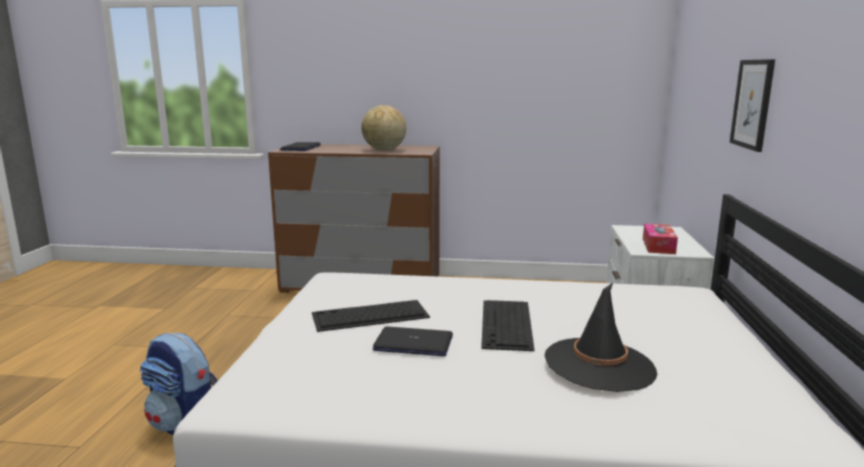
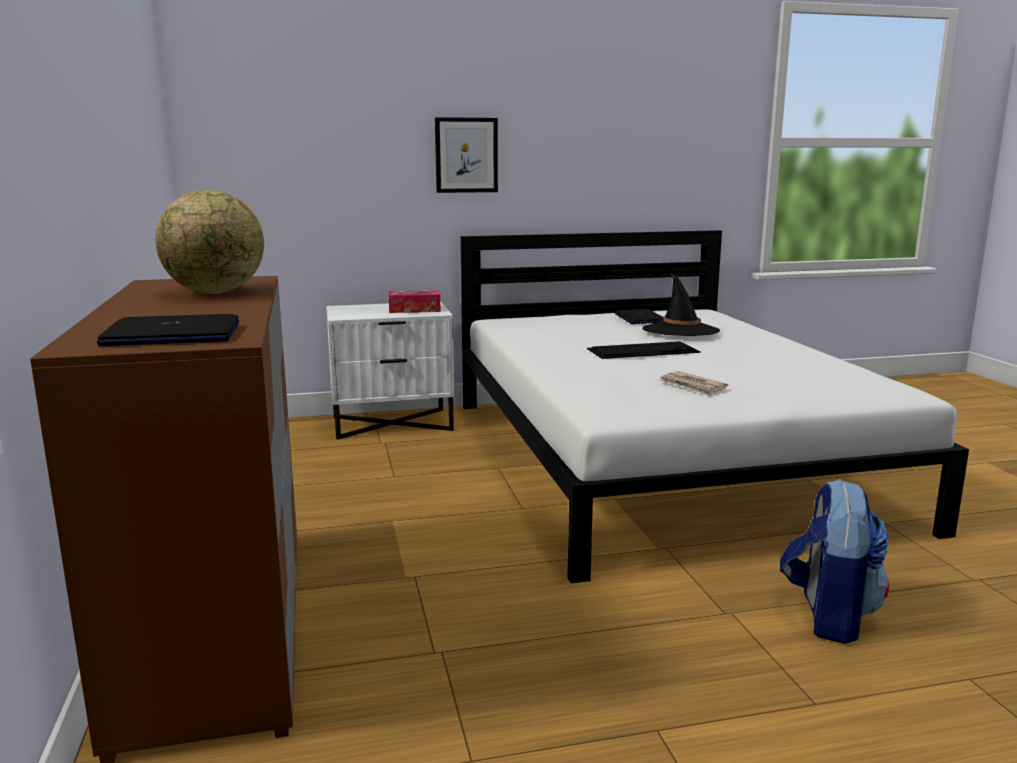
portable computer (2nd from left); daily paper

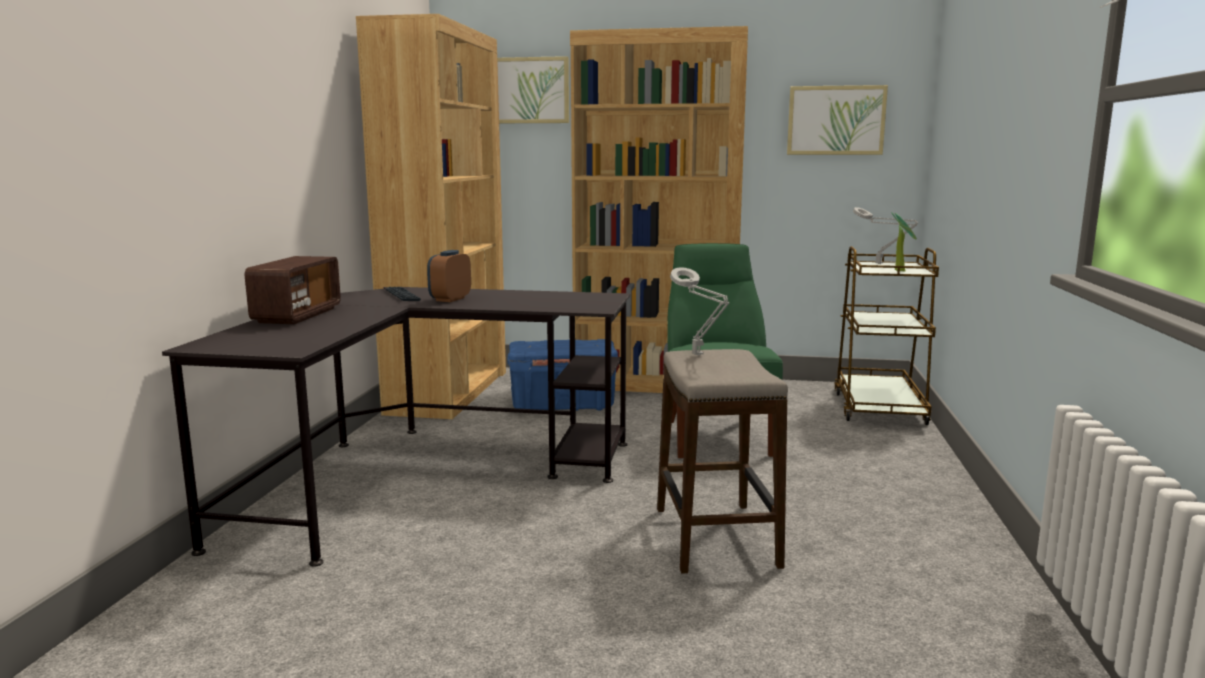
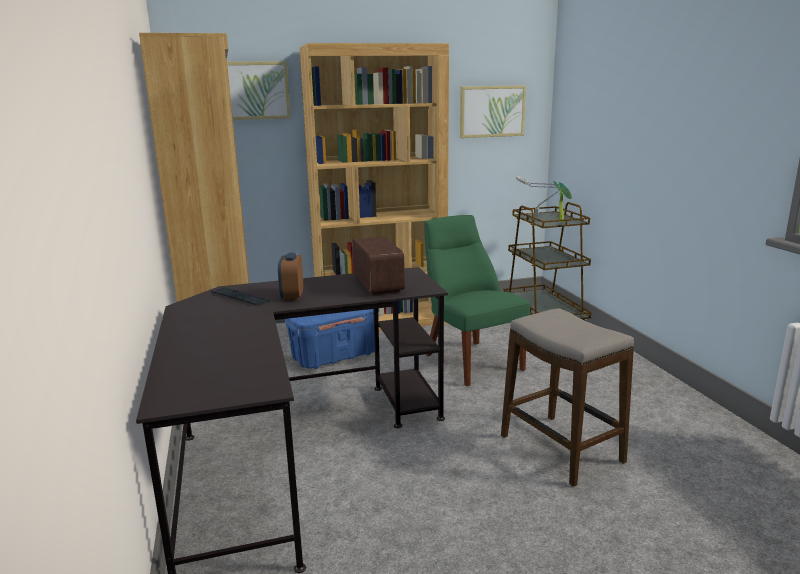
grey lamp for a table (1st from left in the first image); radio set

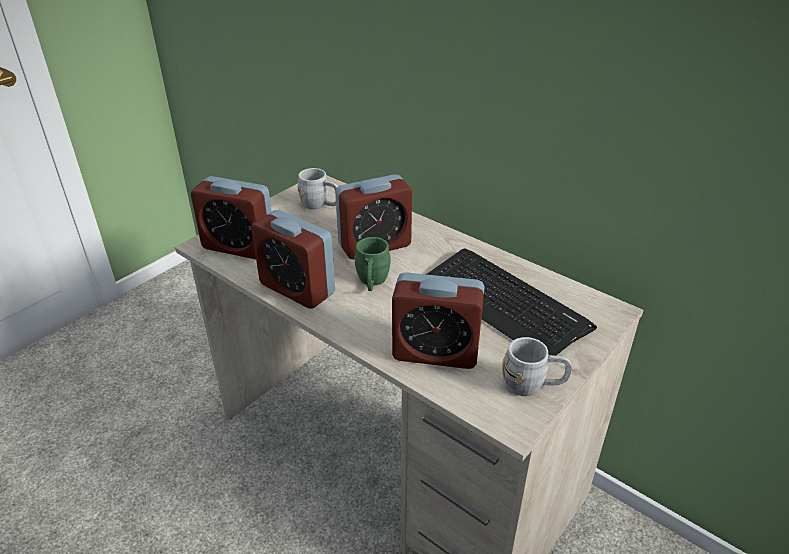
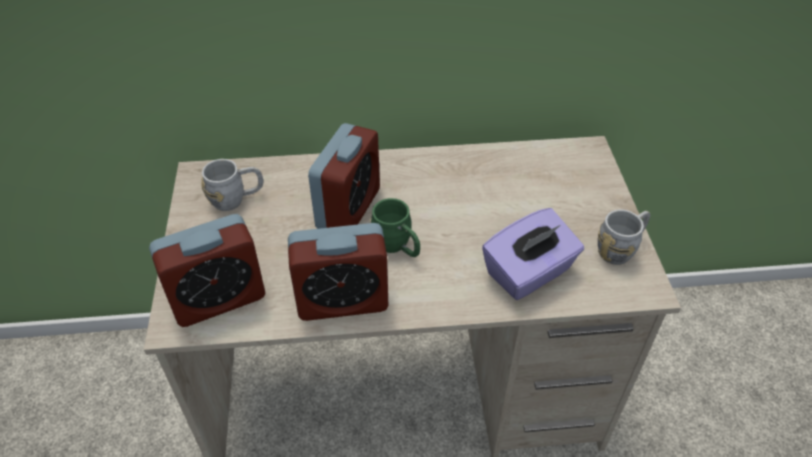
PC keyboard; purplish box of tissues

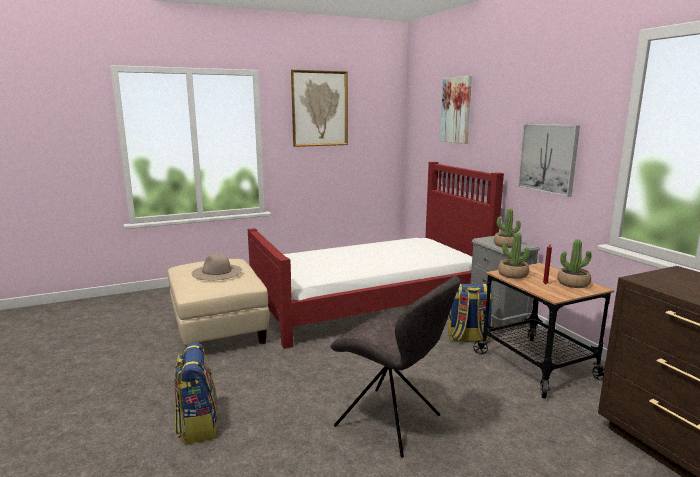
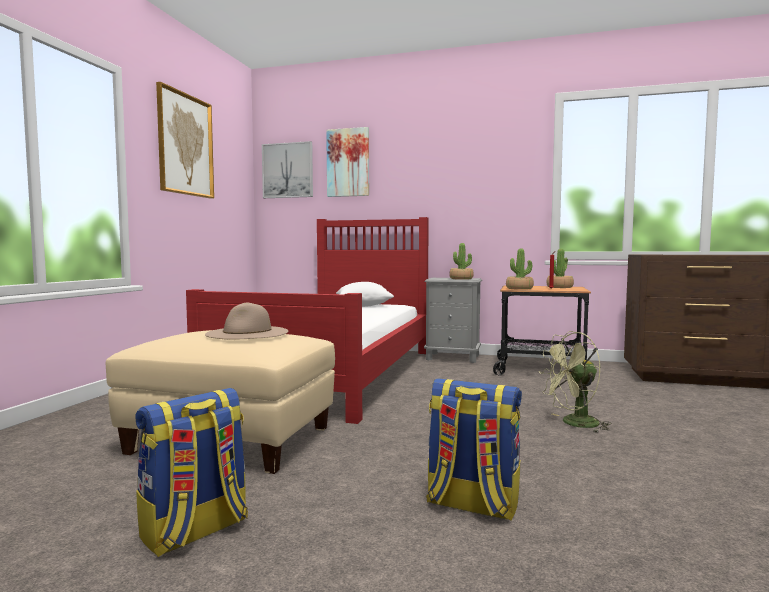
whitish pillow; backpack (1st from left); wall picture (2nd from left); green-coloured electric fan

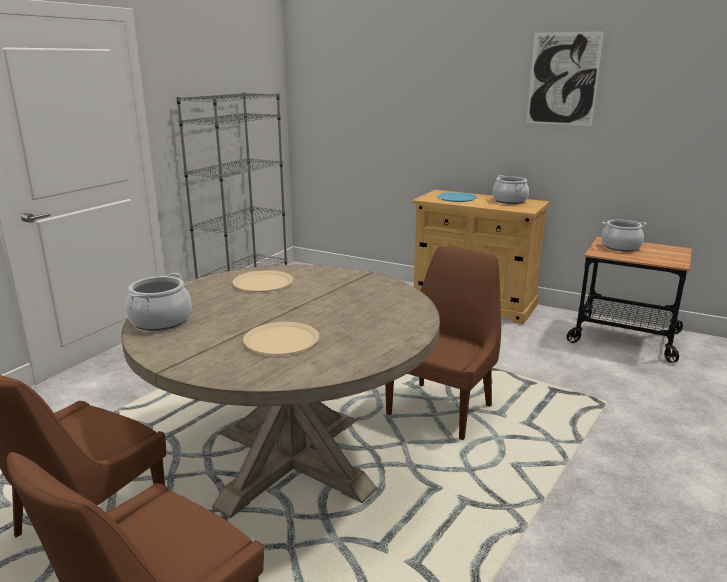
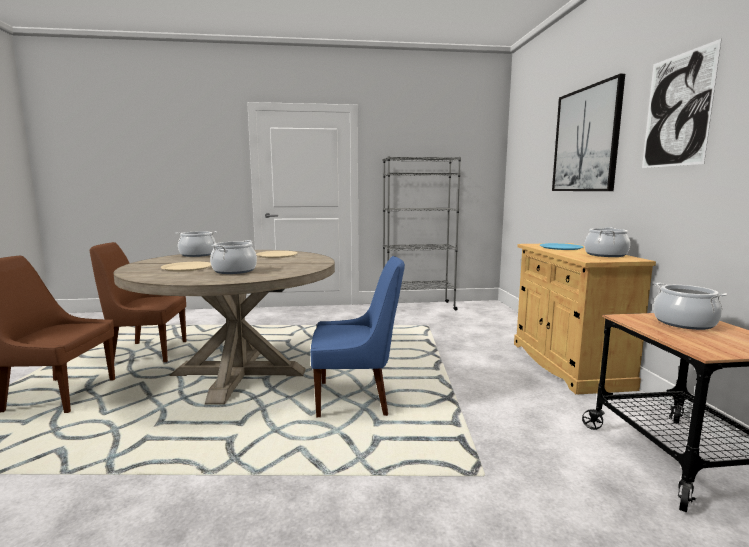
saucepot (2nd from left); wall picture (1st from left); bluish upright chair

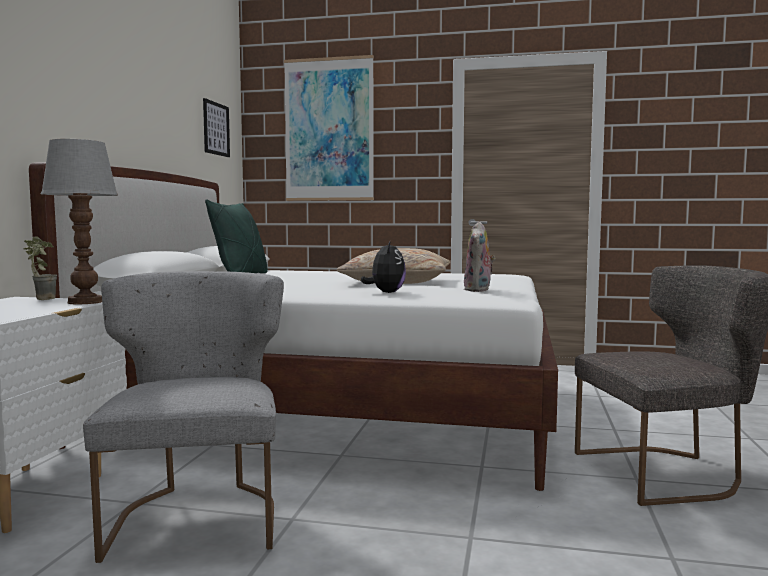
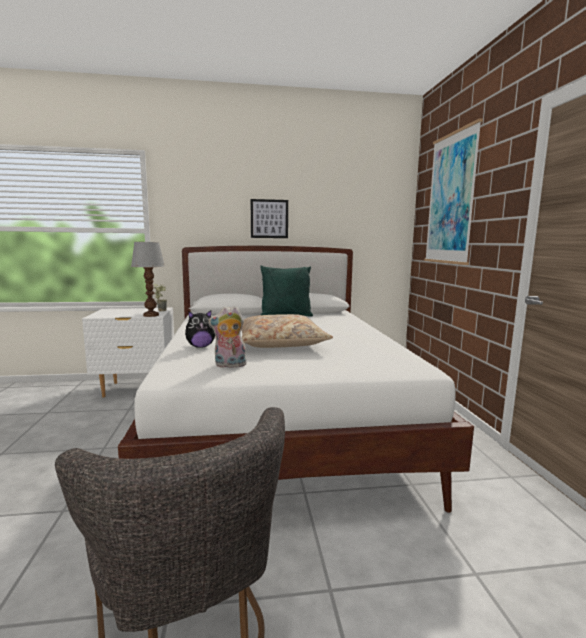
grey upright chair (1st from left in the first image); wall picture (1st from left)

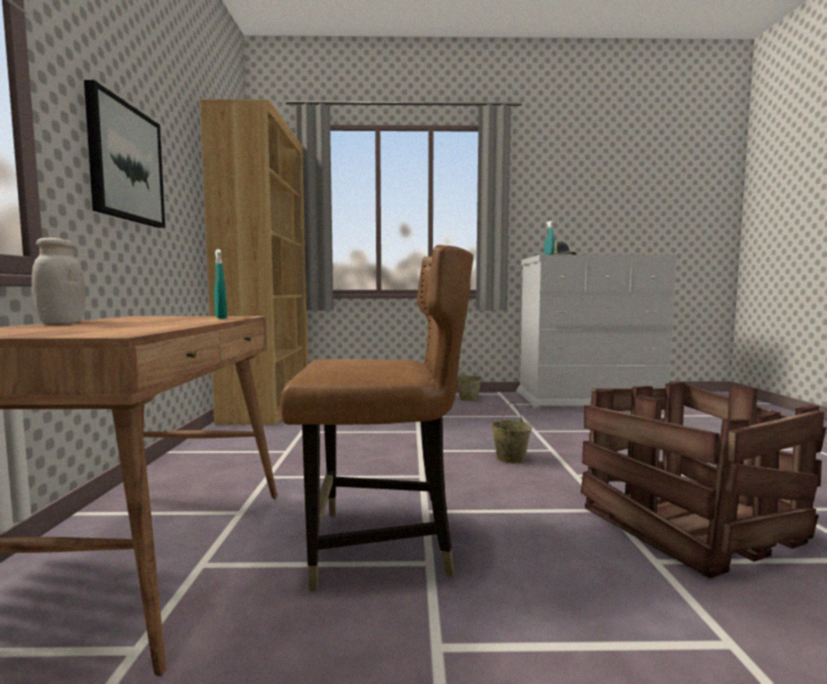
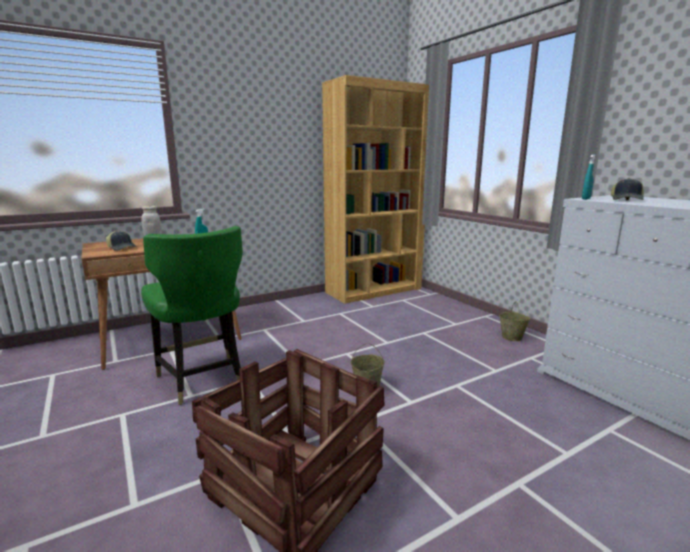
wall picture; peaked cap (1st from left); green-coloured upright chair

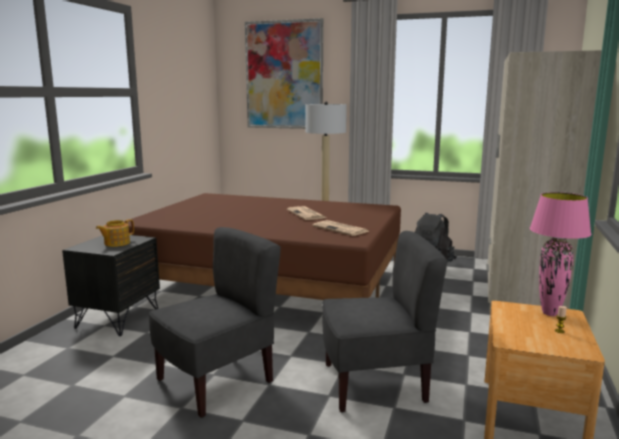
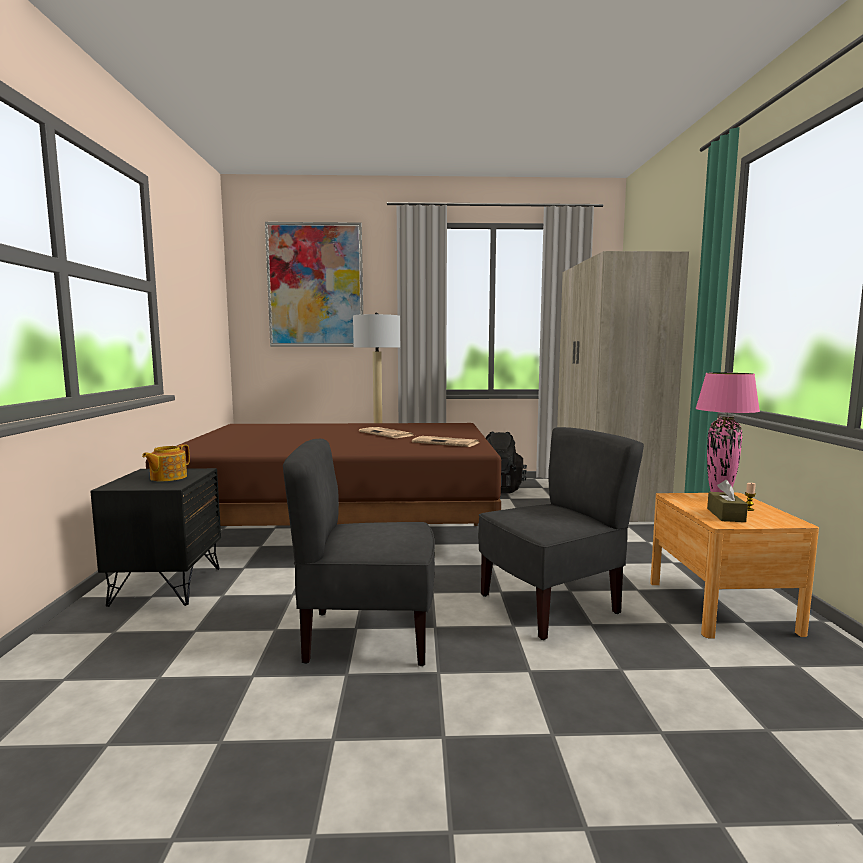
brownish box of tissues; grey upright chair (1st from left)

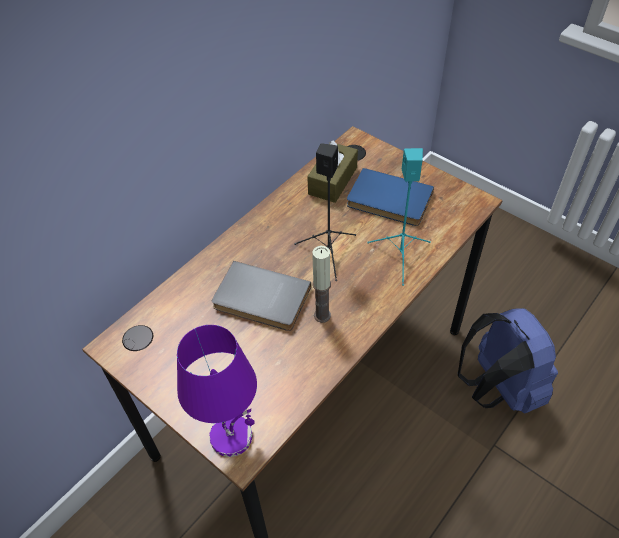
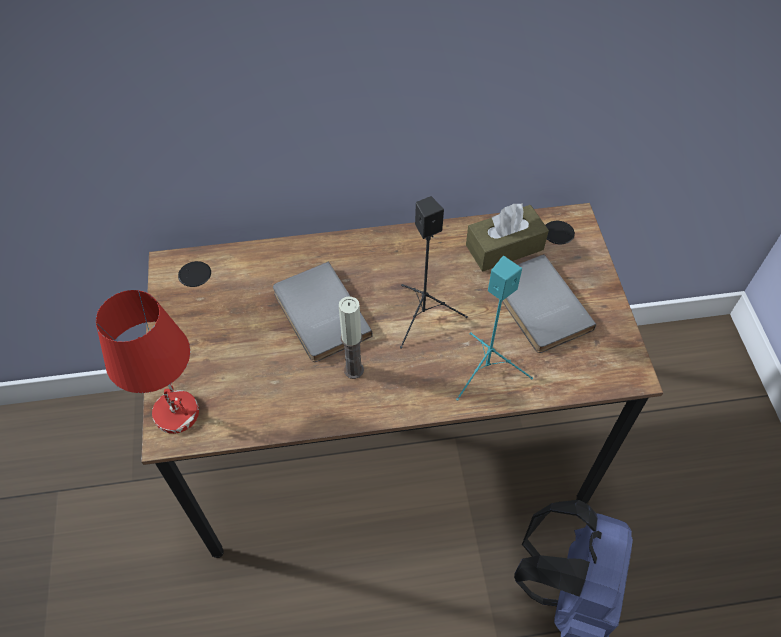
reddish lamp for a table; grey book (2nd from left)

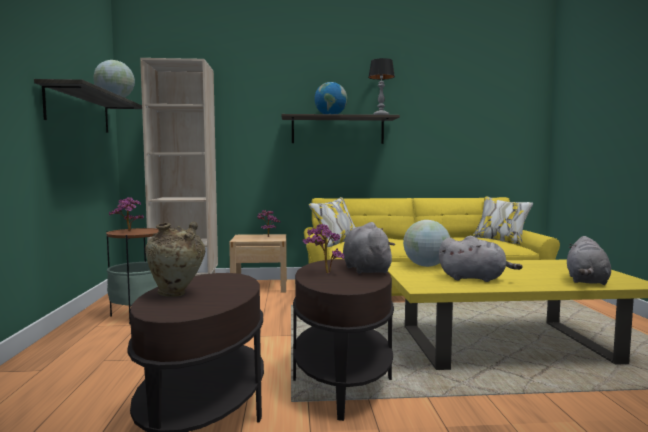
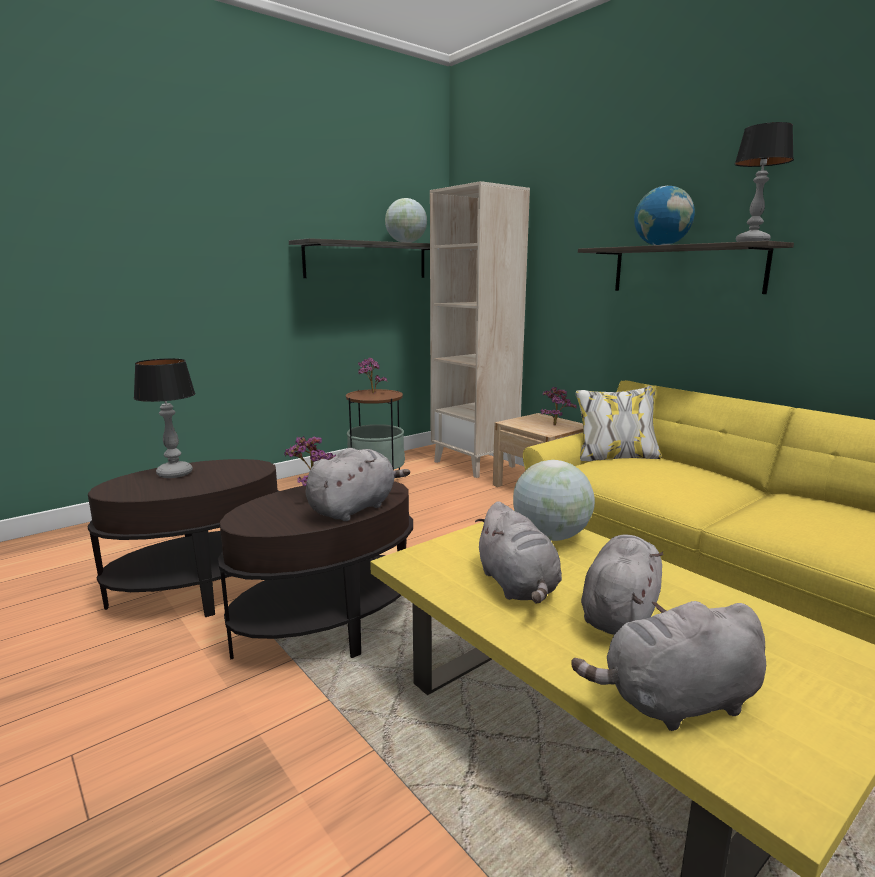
grey cuddly toy (3rd from left); lamp for a table (1st from left)

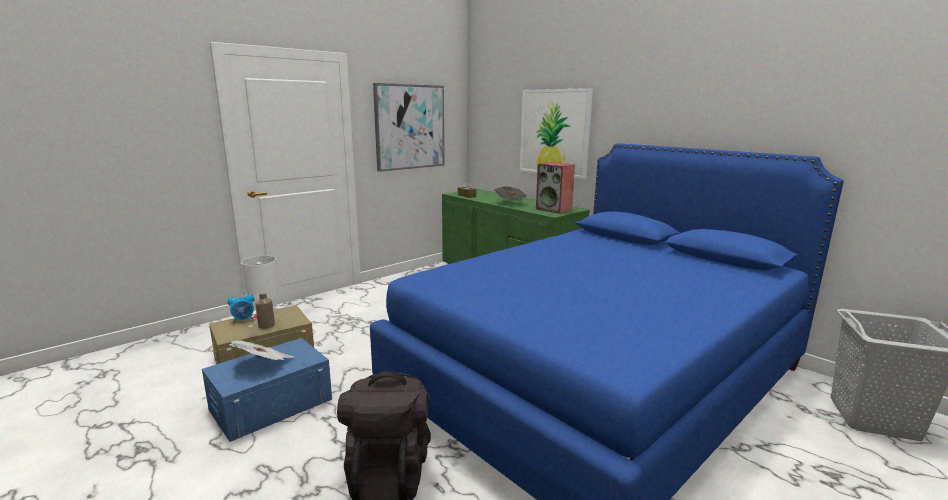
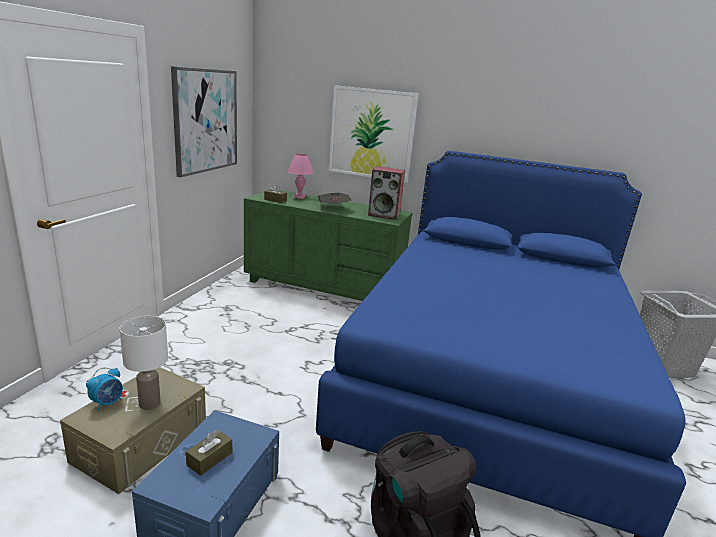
pink-coloured lamp for a table; brownish box of tissues (1st from left)

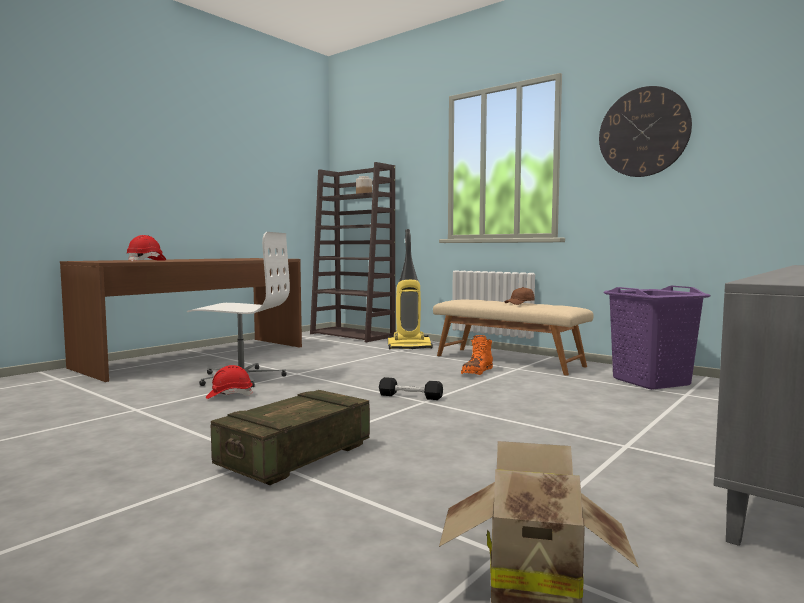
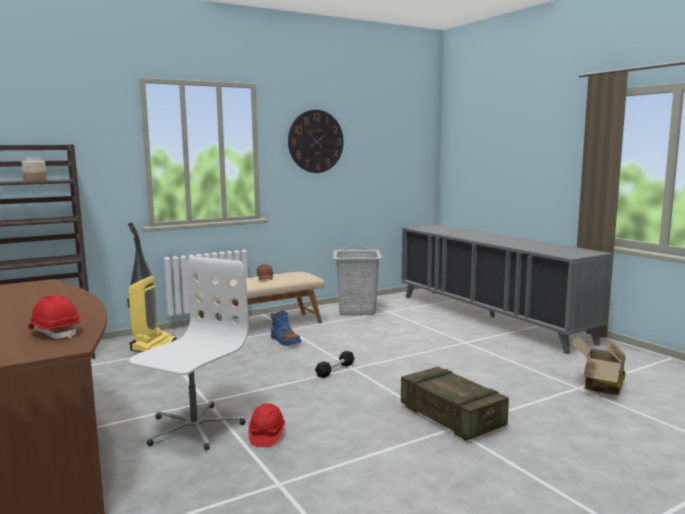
bluish high-top boot; grey laundry basket

